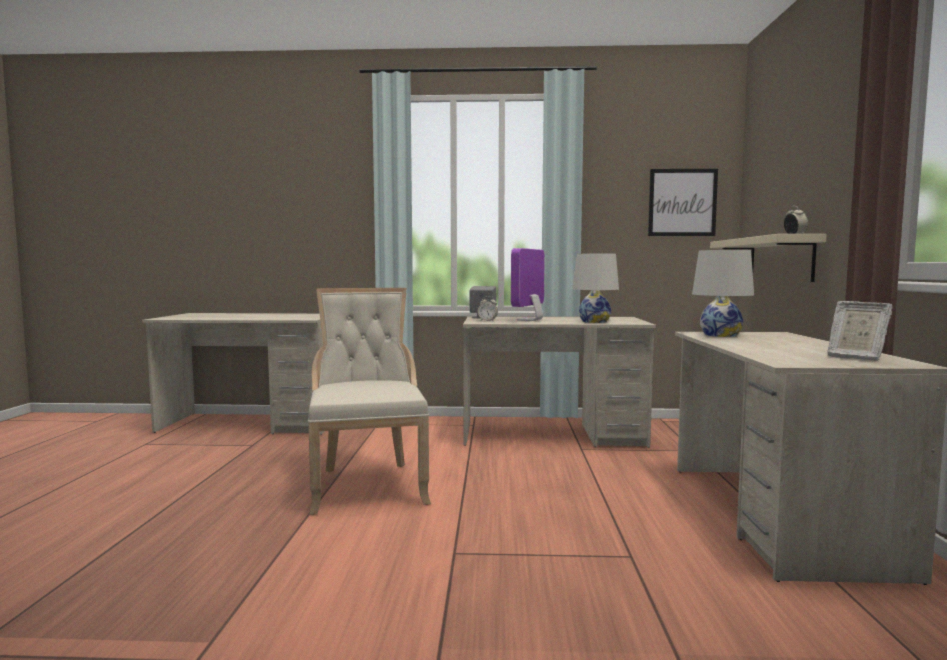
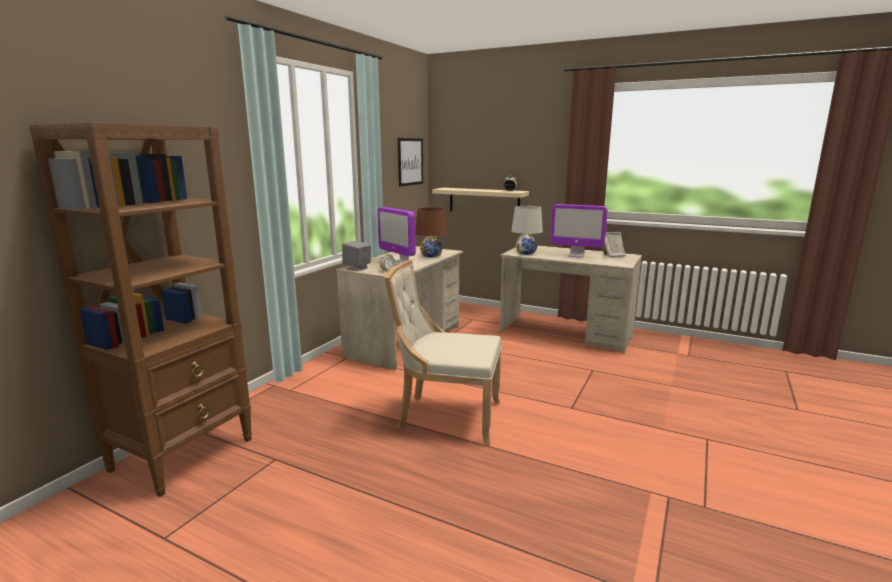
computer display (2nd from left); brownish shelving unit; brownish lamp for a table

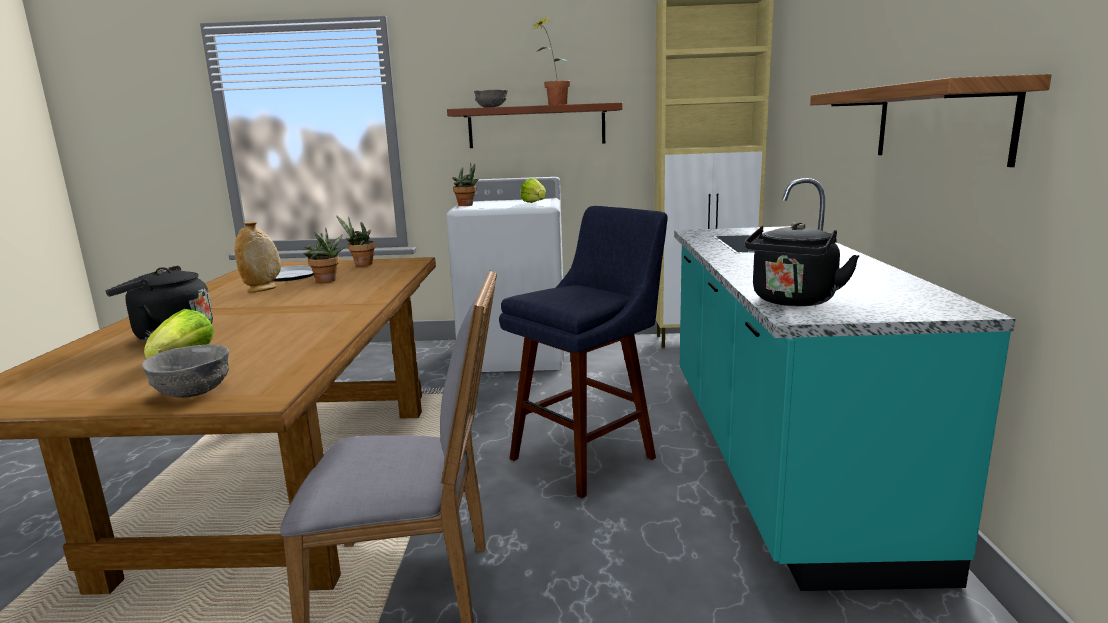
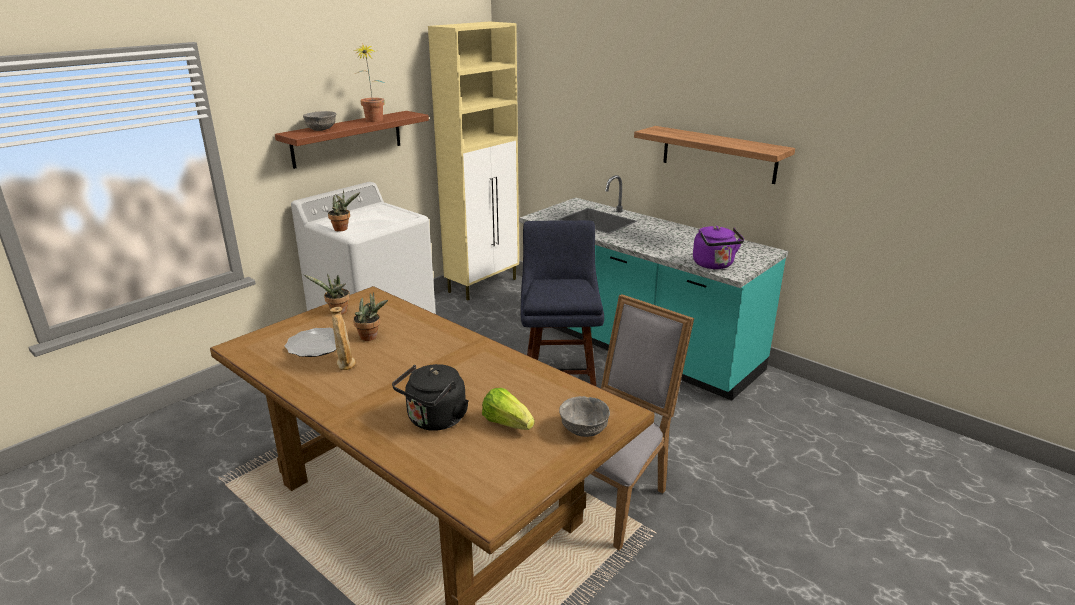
lettuce (2nd from left in the first image); purplish water kettle

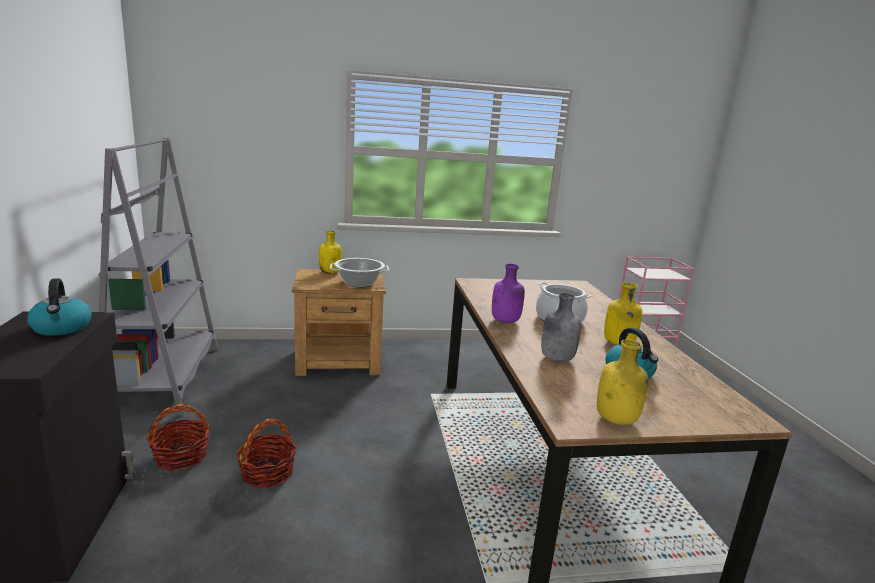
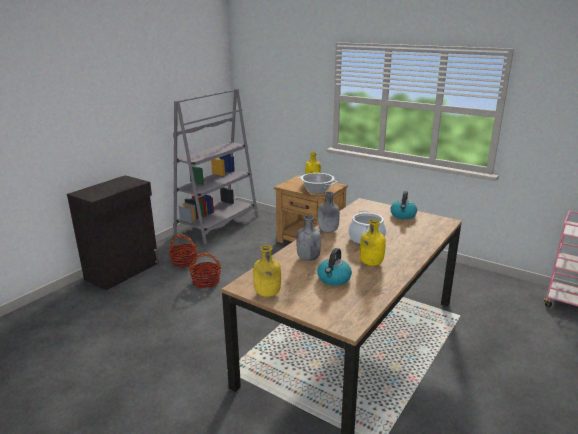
water kettle (2nd from left); grey drink bottle (2nd from left)

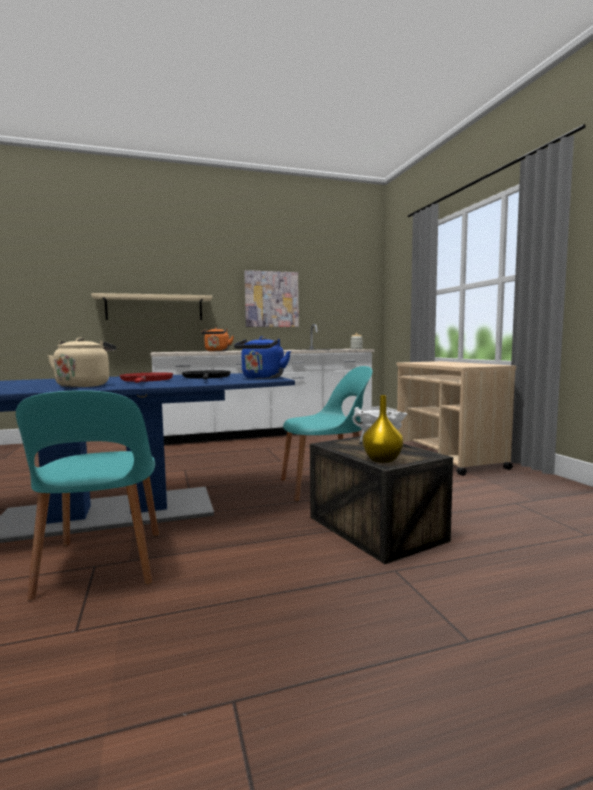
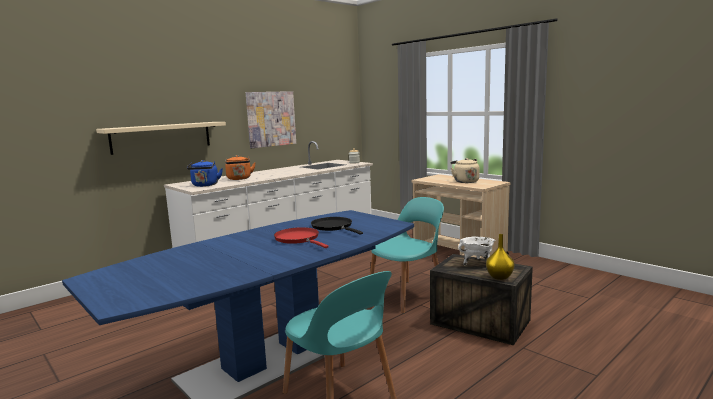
beige water kettle; bluish water kettle

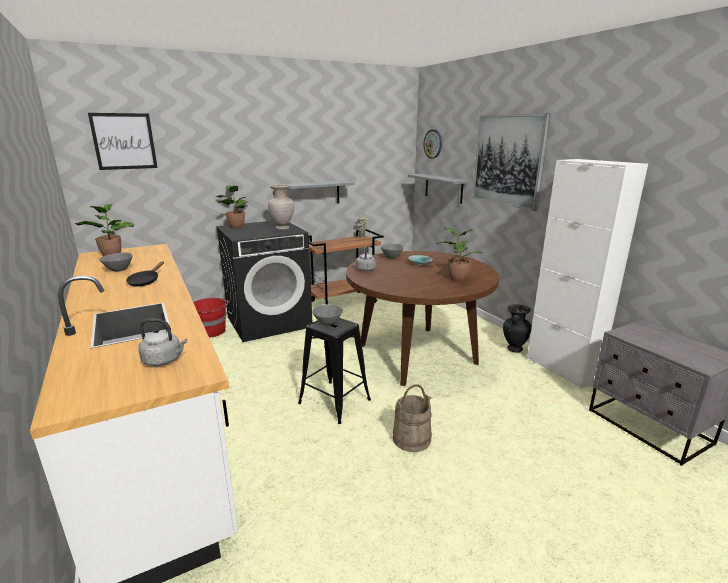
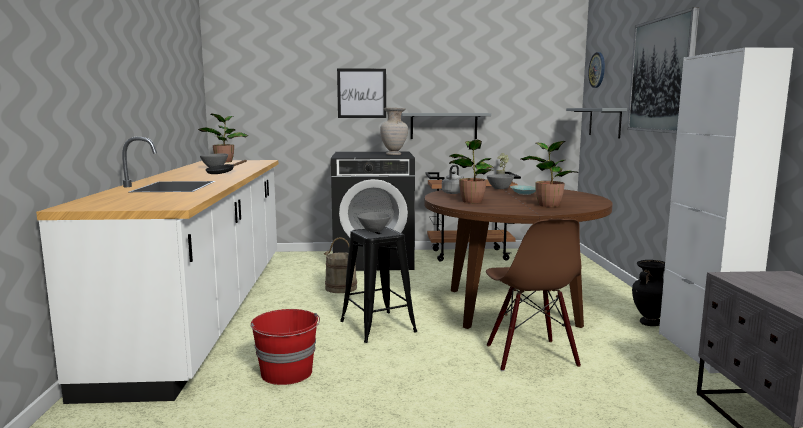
grey water kettle (1st from left in the first image); brownish upright chair; wall picture (1st from left); reddish pail; plant in a pot (2nd from left); beige pail

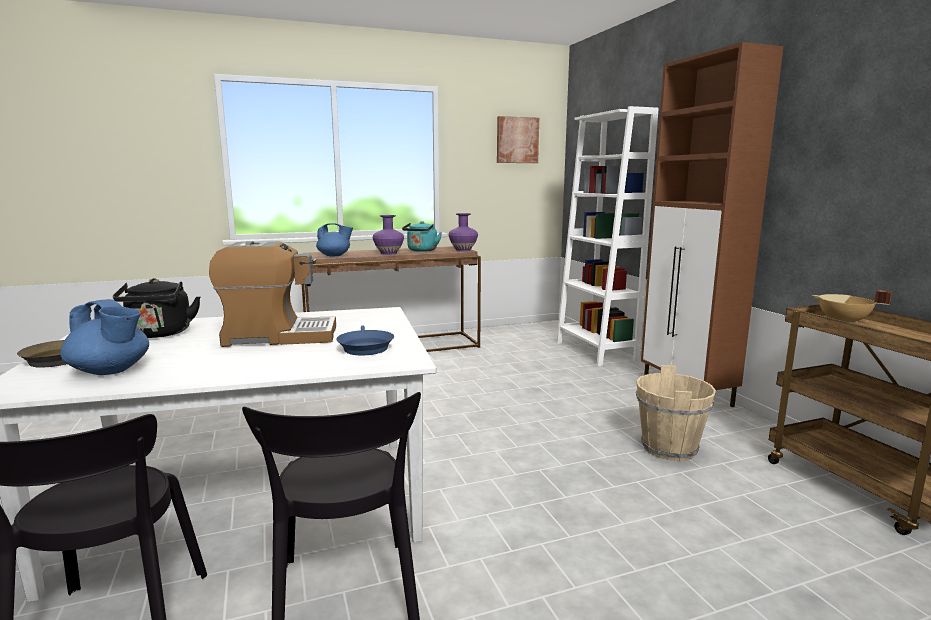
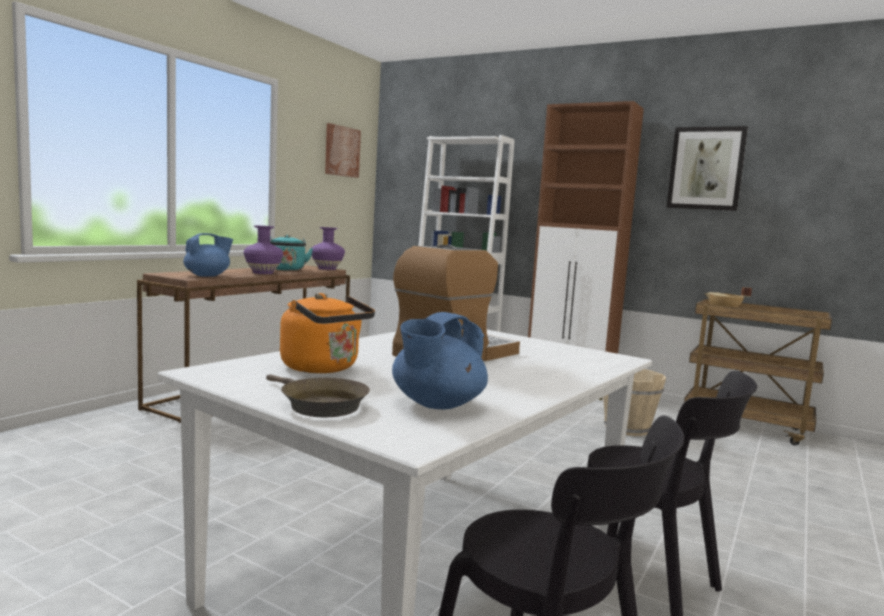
bluish frying pan; wall picture (2nd from left); orange water kettle; bluish teapot (2nd from left)

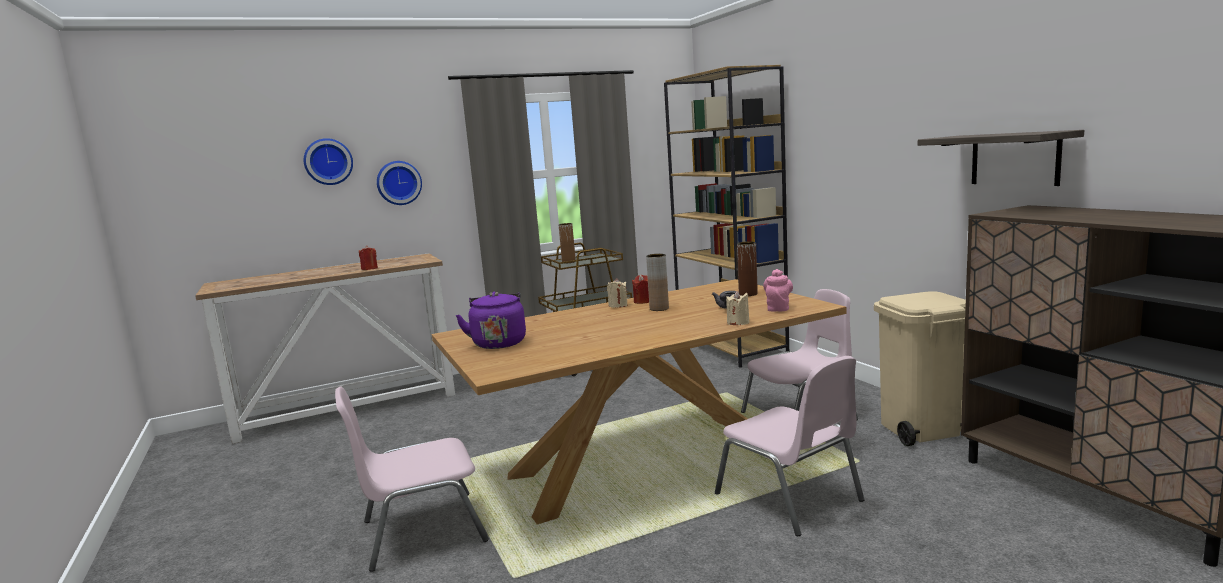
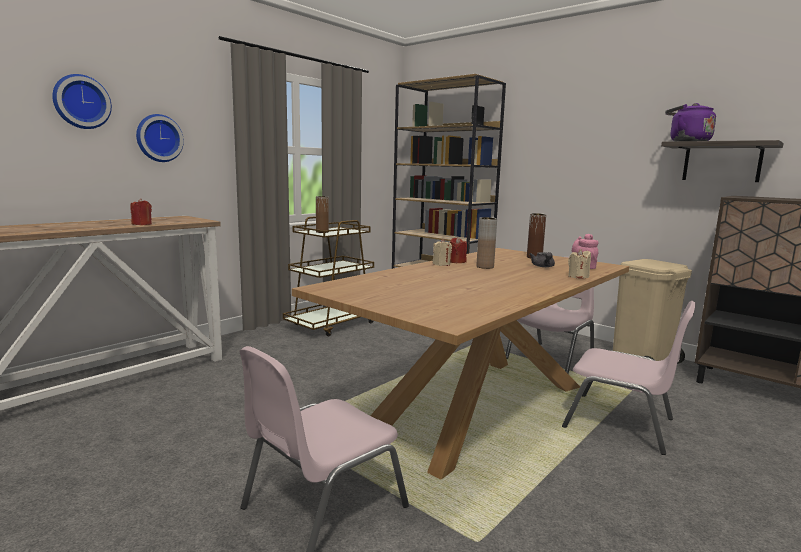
purplish water kettle

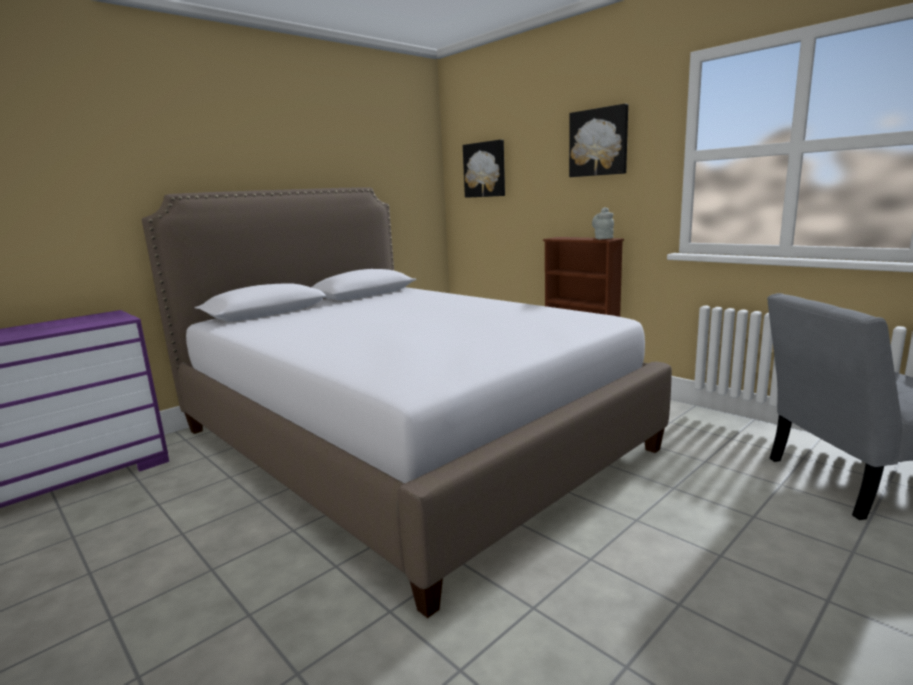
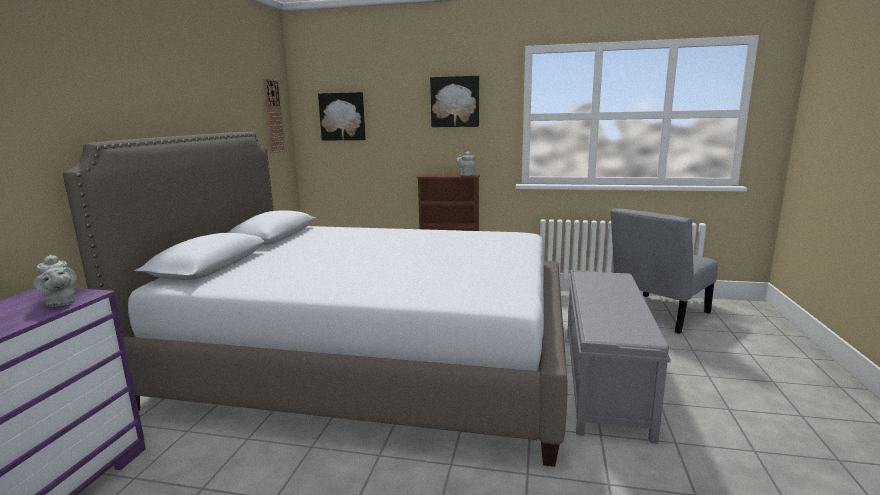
grey teapot (1st from left); wall clock; grey long seat

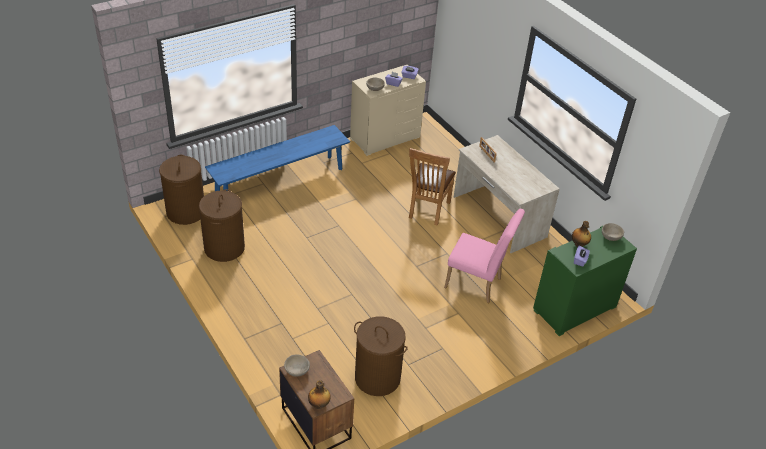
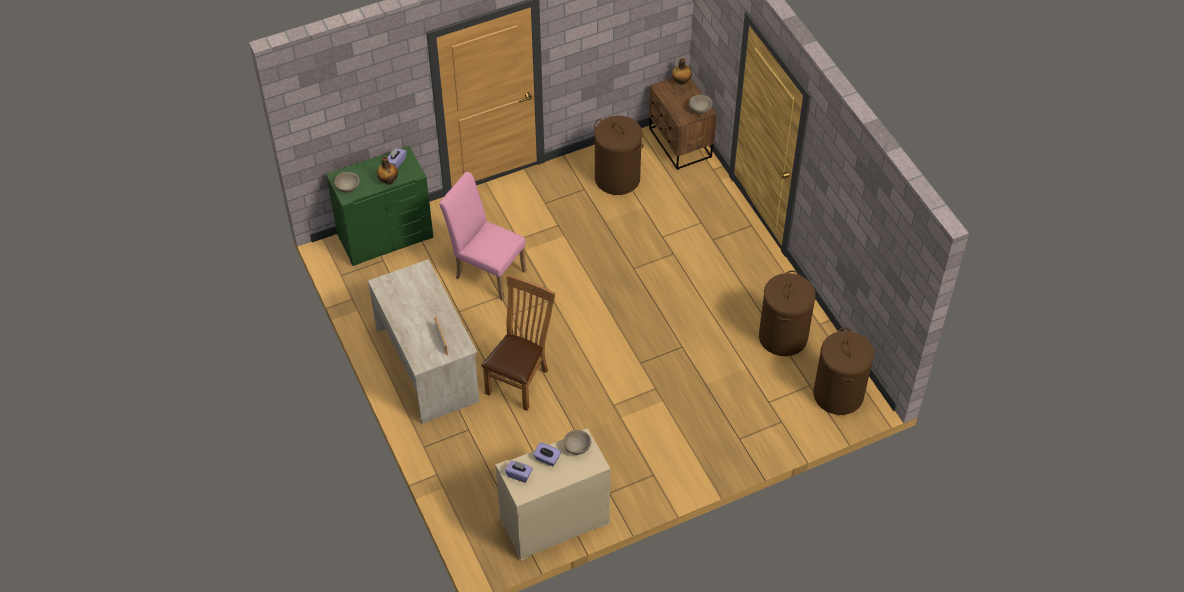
bluish long seat

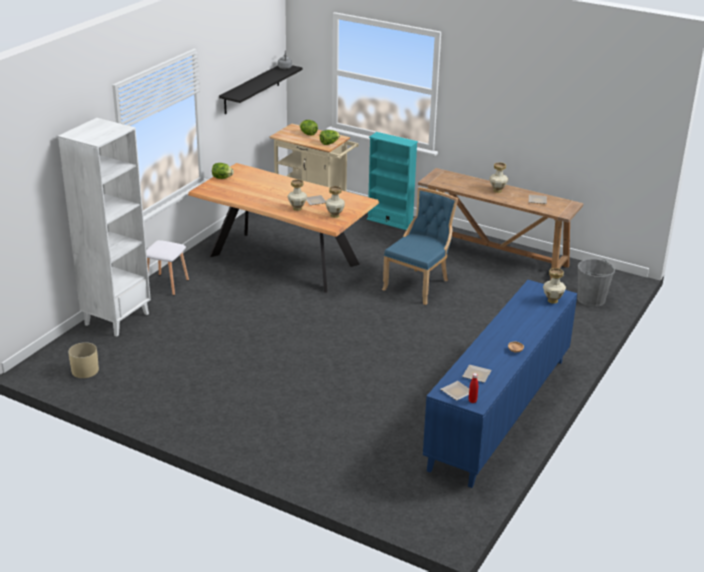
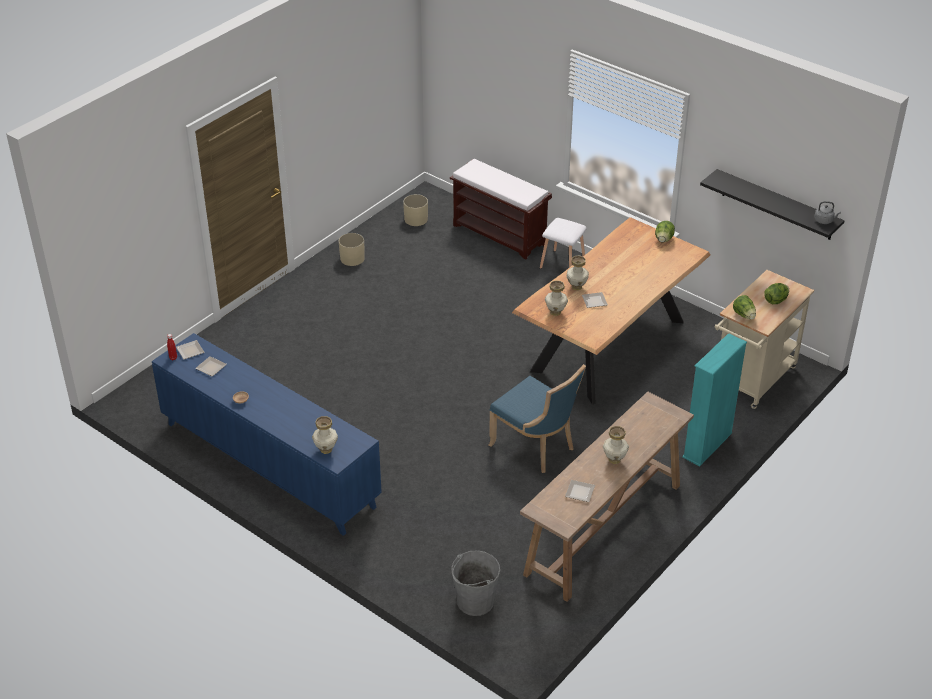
beige plant pot (1st from left); brownish long seat

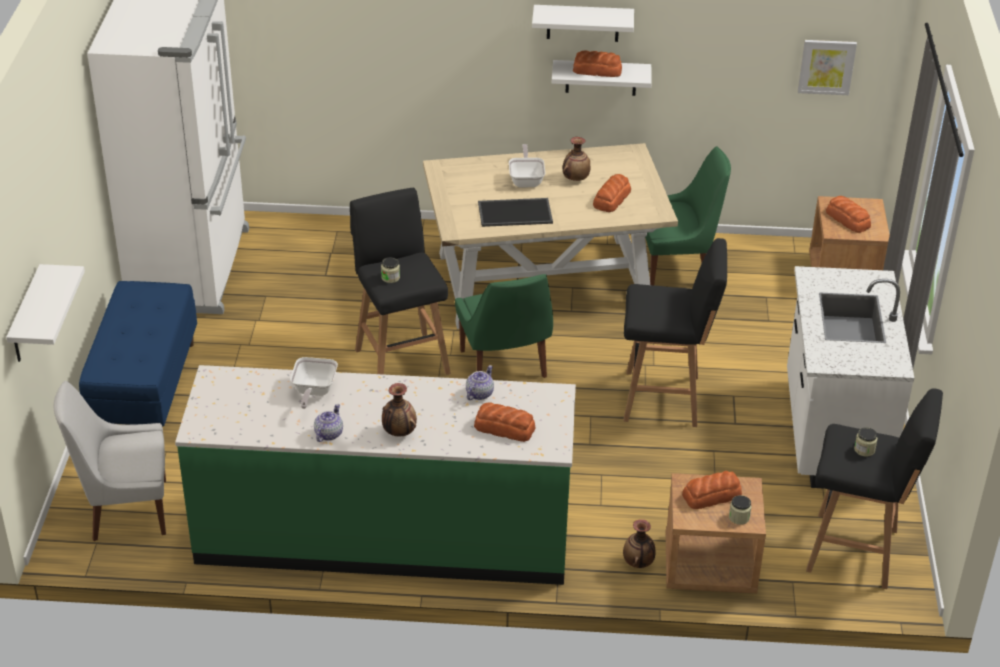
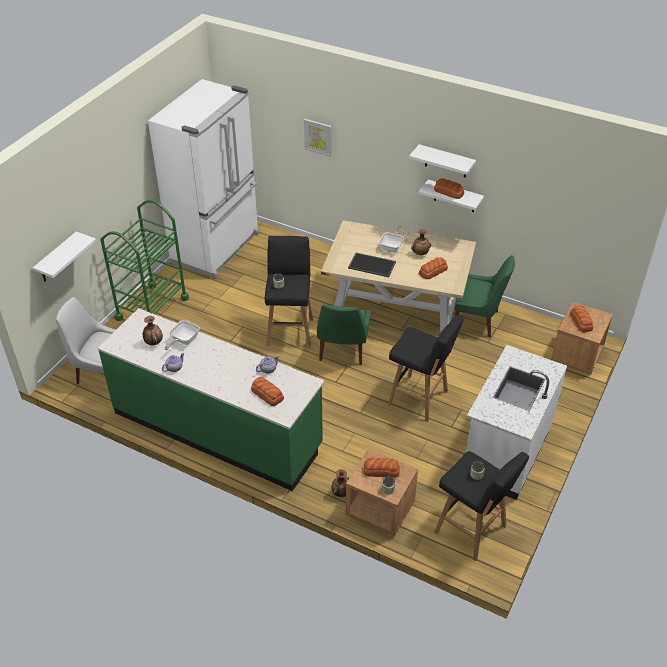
flower vase (1st from left); wall picture; green-coloured wheeled cart

